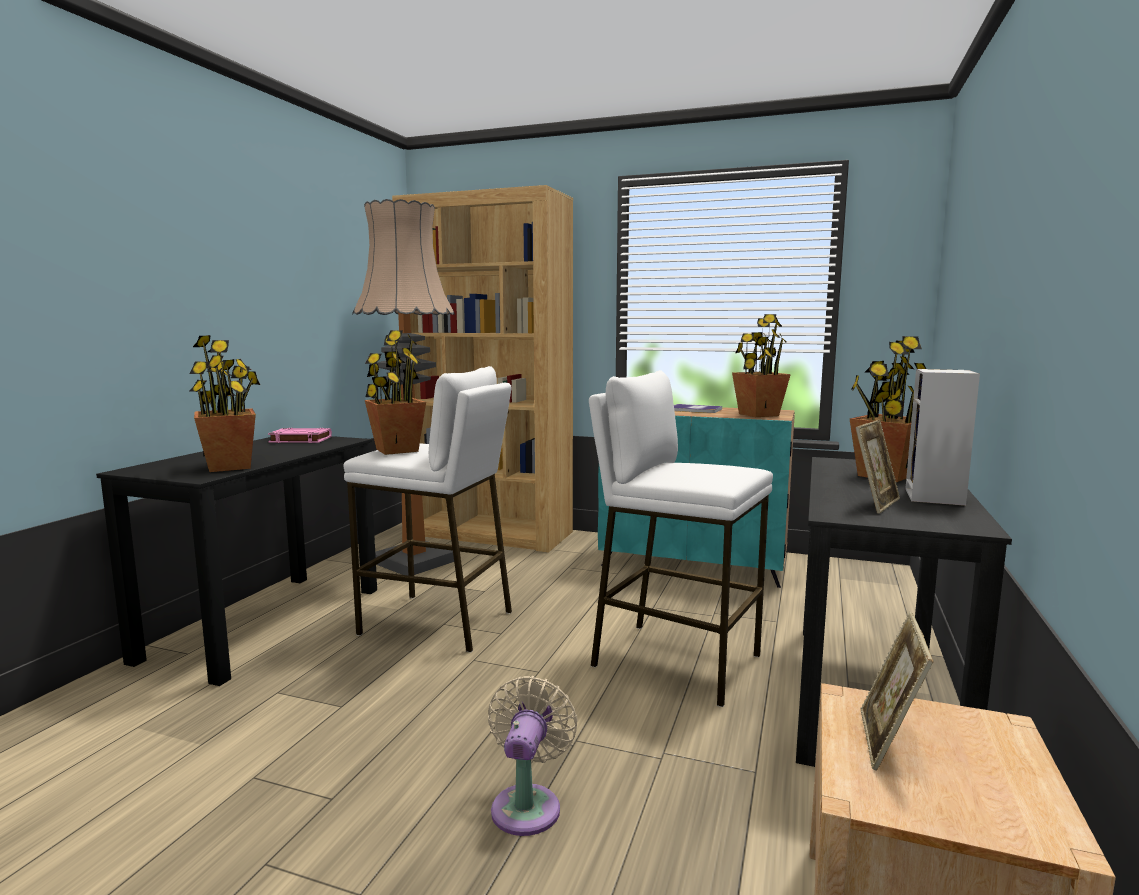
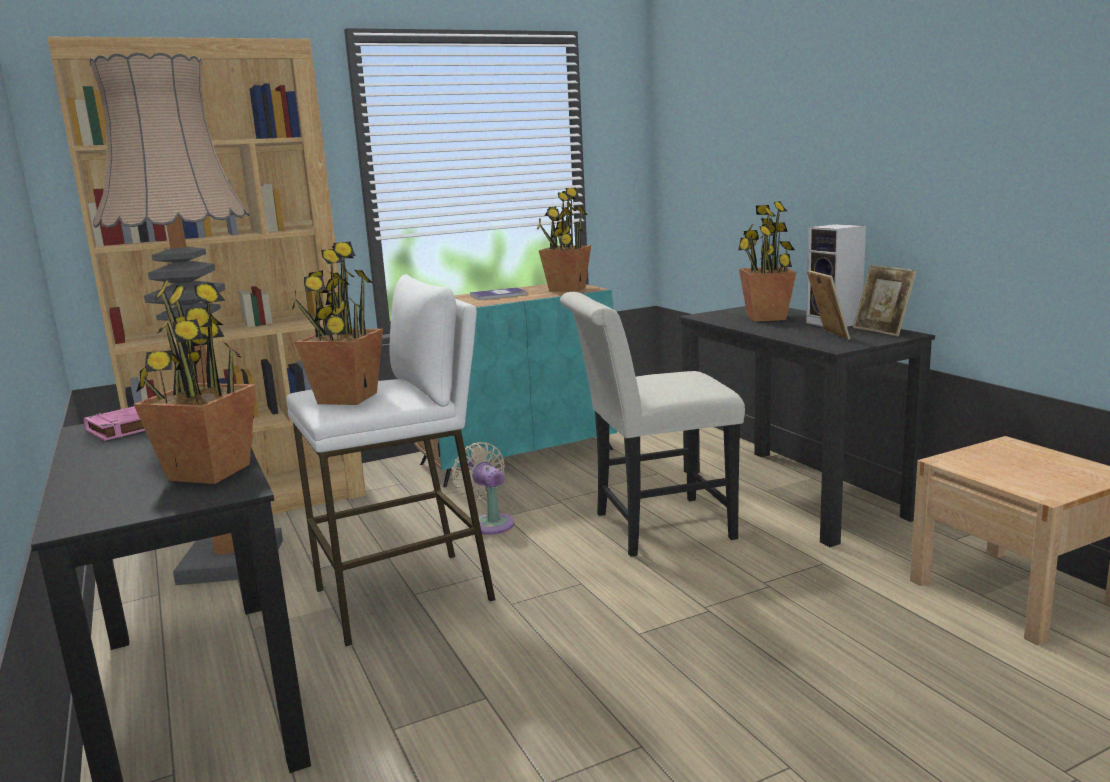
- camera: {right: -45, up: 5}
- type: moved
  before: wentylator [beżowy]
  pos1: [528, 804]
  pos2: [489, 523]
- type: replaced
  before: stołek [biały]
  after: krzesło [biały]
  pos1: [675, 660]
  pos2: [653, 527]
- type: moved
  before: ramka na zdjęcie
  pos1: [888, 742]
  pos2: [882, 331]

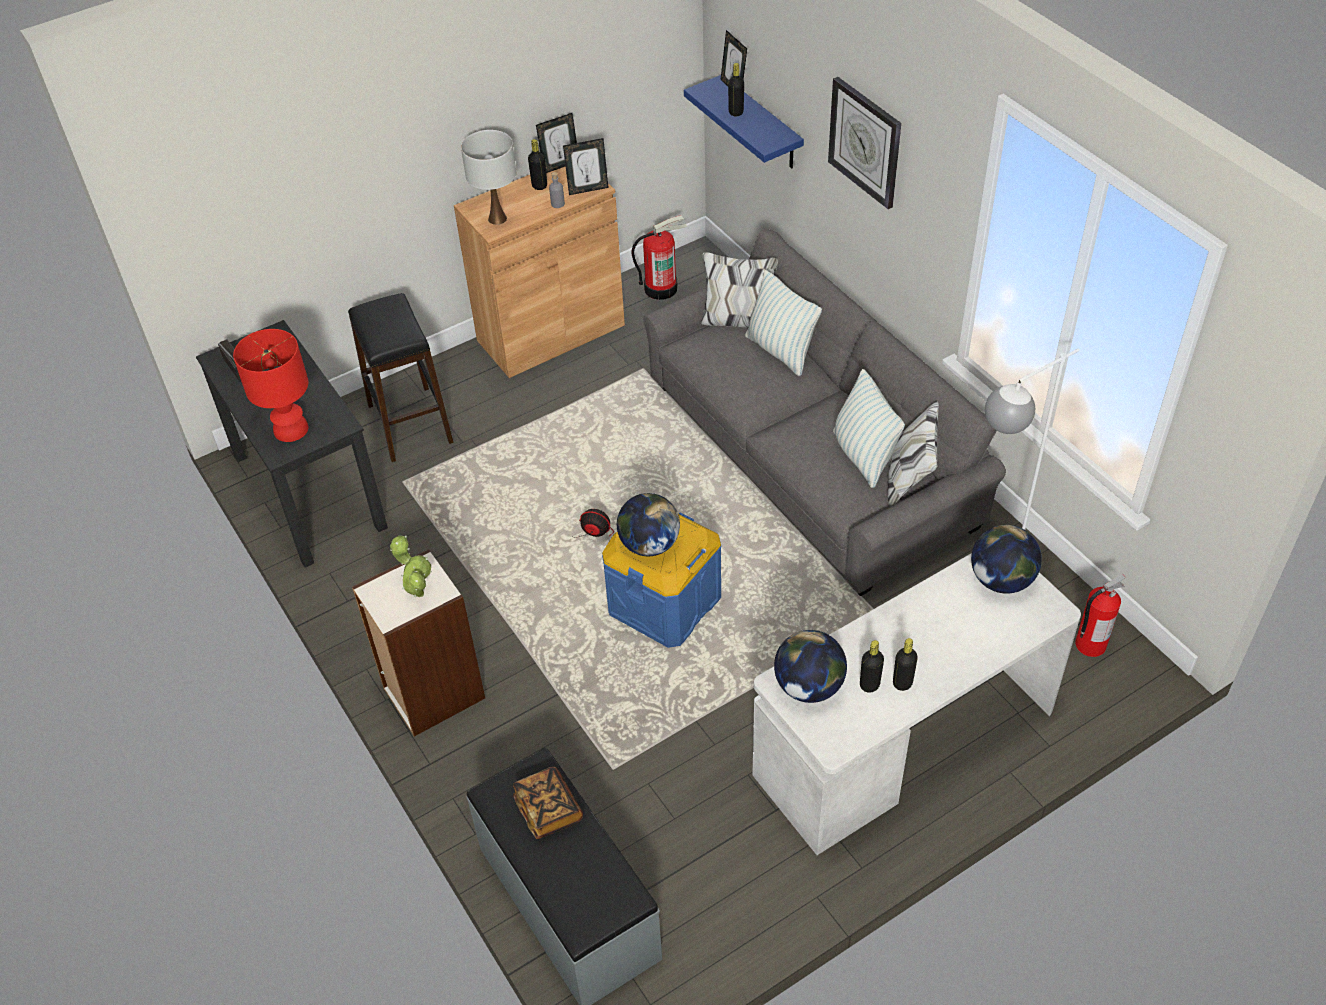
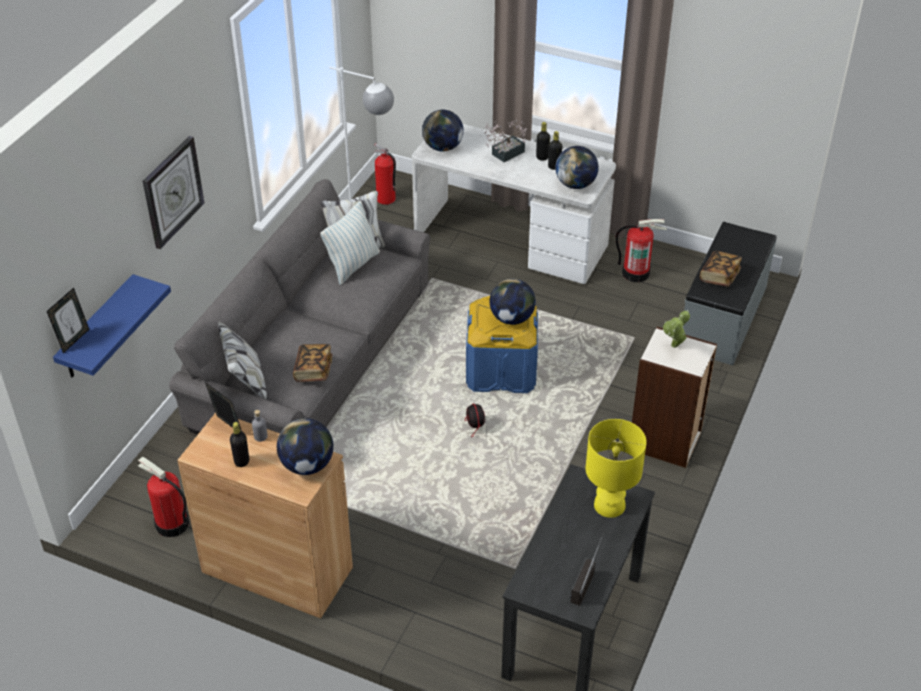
- camera: {right: -125, up: -5}
- type: recoloured
  before: lampa stołowa [czerwony]
  after: lampa stołowa [żółty]
  pos1: [290, 429]
  pos2: [609, 506]
- type: removed
  before: stołek [czarny]
  pos1: [410, 424]
- type: replaced
  before: lampa stołowa [biały]
  after: globus
  pos1: [497, 219]
  pos2: [307, 465]
- type: removed
  before: ramka na zdjęcie
  pos1: [560, 166]
- type: removed
  before: butelka [czarny]
  pos1: [736, 112]
- type: removed
  before: poduszka
  pos1: [780, 351]
- type: added
  after: książka
  pos2: [313, 370]
- type: added
  after: roślina doniczkowa
  pos2: [505, 154]
- type: added
  after: gaśnica
  pos2: [636, 273]

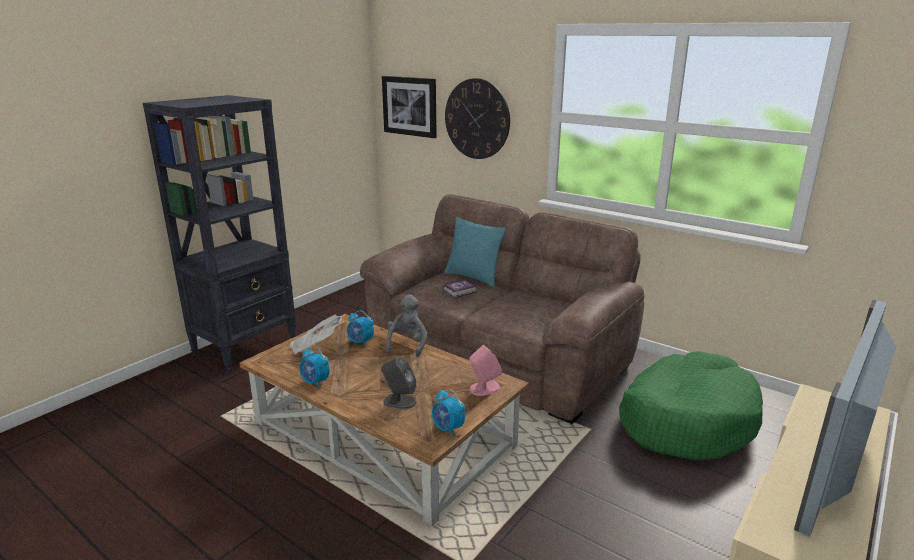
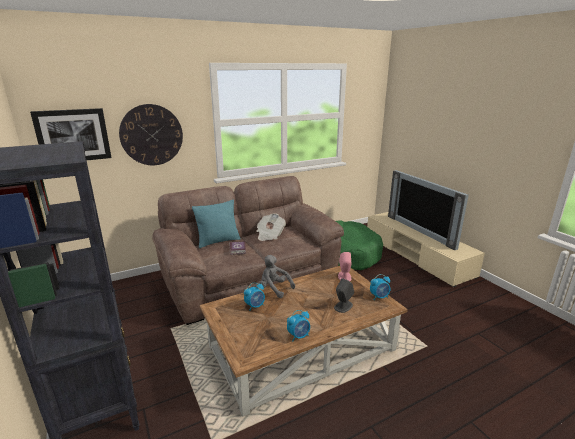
- camera: {right: -65, up: 0}
- type: moved
  before: gazeta
  pos1: [315, 347]
  pos2: [269, 235]

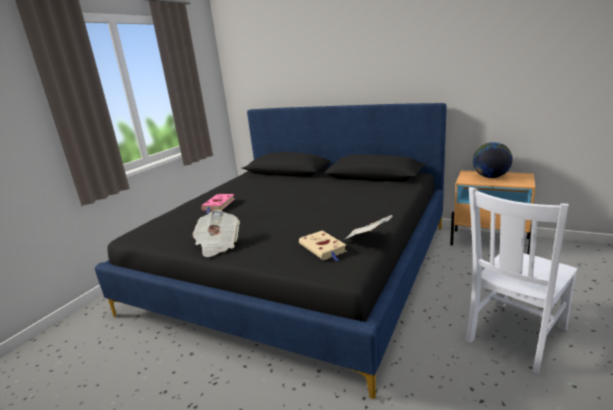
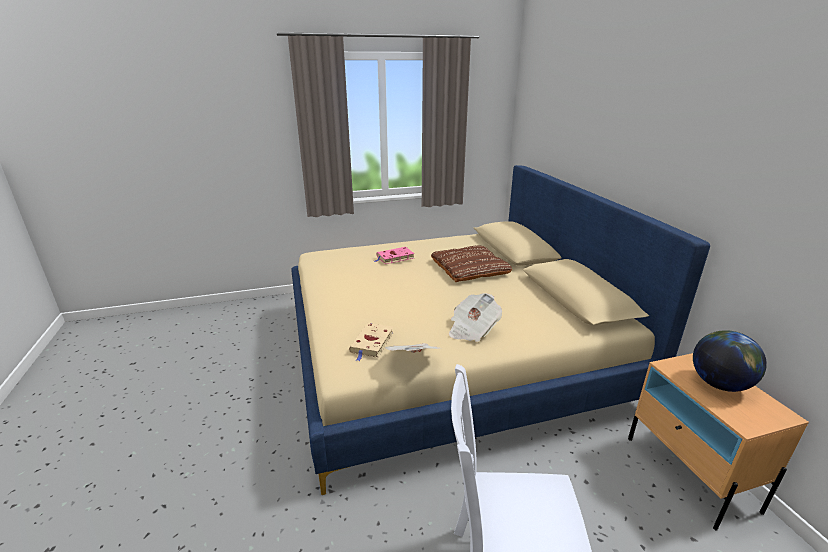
- camera: {right: 45, up: 5}
- type: recoloured
  before: łóżko [czarny]
  after: łóżko [beżowy]
  pos1: [298, 266]
  pos2: [447, 352]
- type: moved
  before: gazeta
  pos1: [218, 245]
  pos2: [472, 329]
- type: added
  after: poduszka [brązowy]
  pos2: [469, 268]

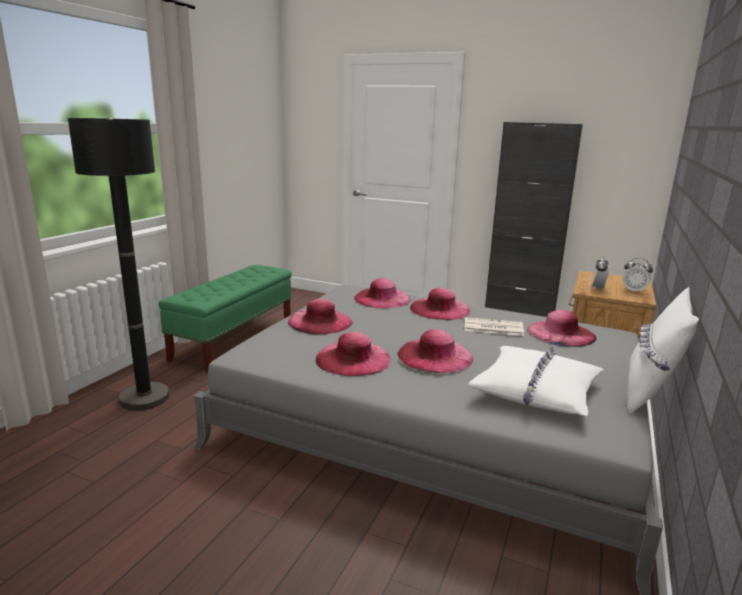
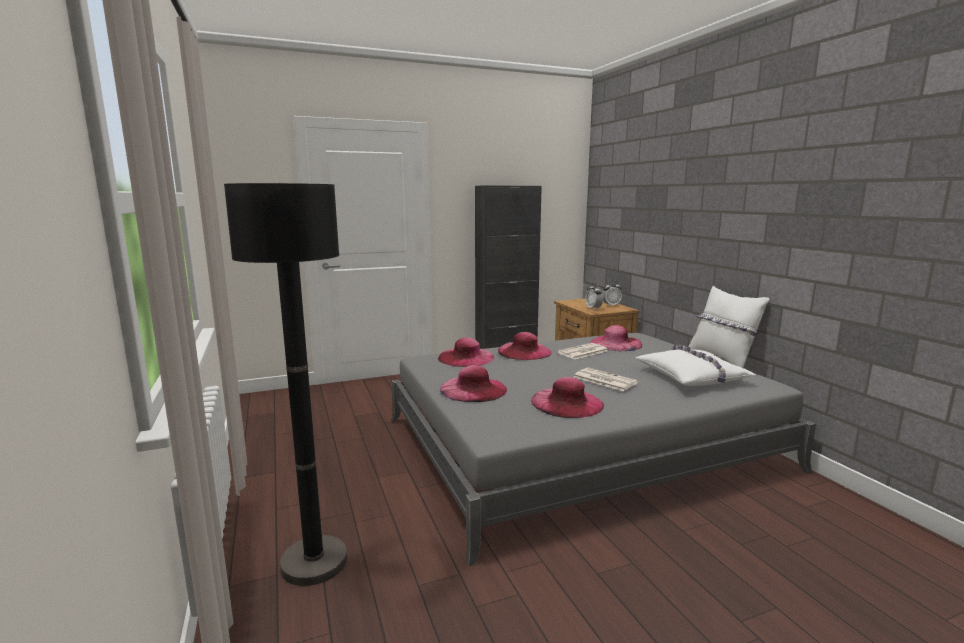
- camera: {right: -45, up: -5}
- type: removed
  before: ławka [zielony]
  pos1: [234, 340]
- type: replaced
  before: kapelusz [różowy]
  after: gazeta
  pos1: [435, 355]
  pos2: [604, 380]

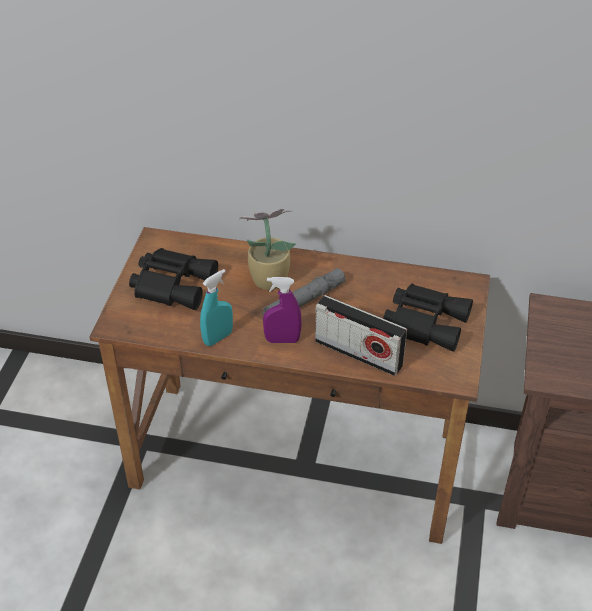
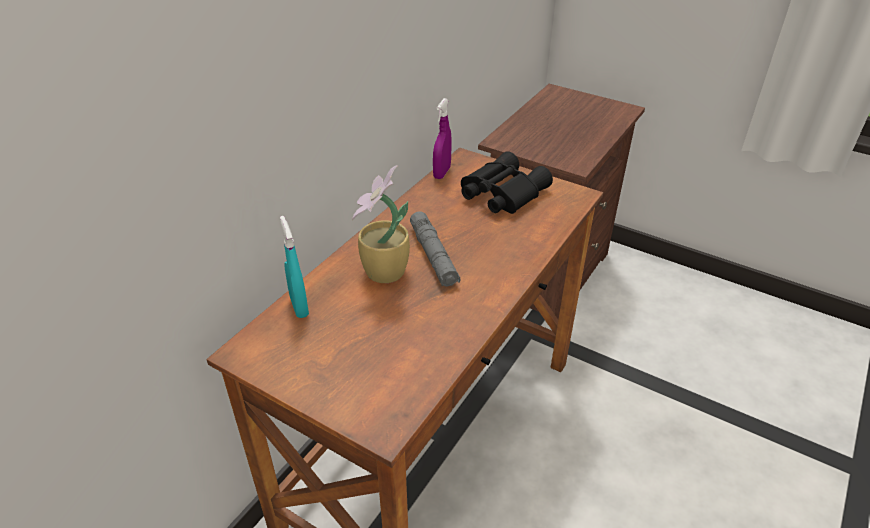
- camera: {right: -70, up: -5}
- type: removed
  before: lornetka [czarny]
  pos1: [173, 283]
- type: moved
  before: spryskiwacz [turkusowy]
  pos1: [218, 338]
  pos2: [299, 306]
- type: moved
  before: spryskiwacz [fioletowy]
  pos1: [282, 340]
  pos2: [442, 173]
- type: removed
  before: radio
  pos1: [358, 353]

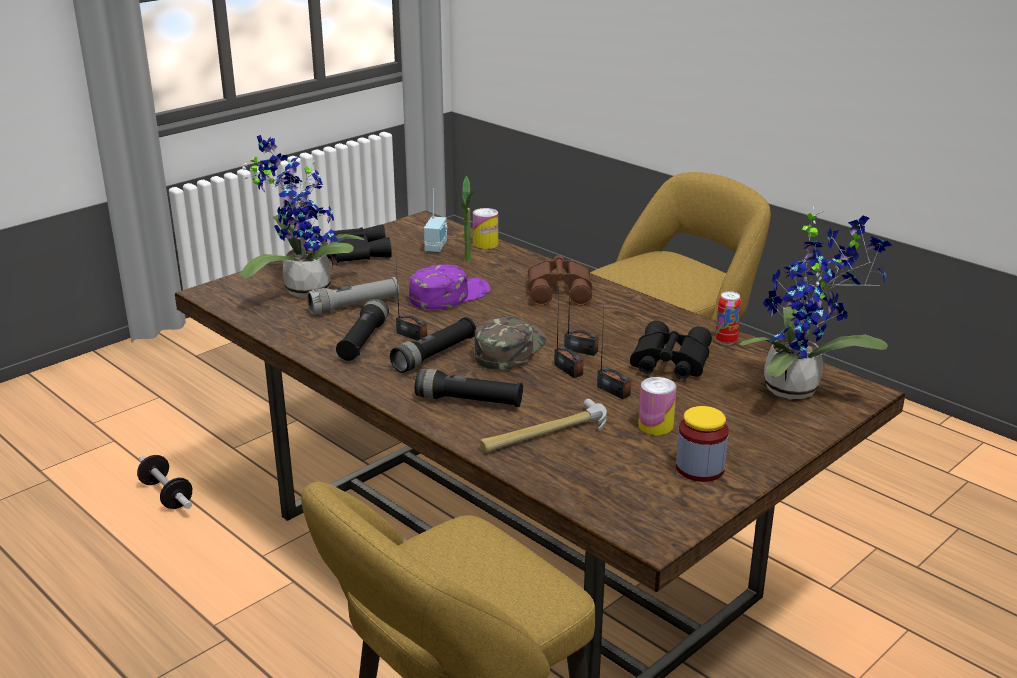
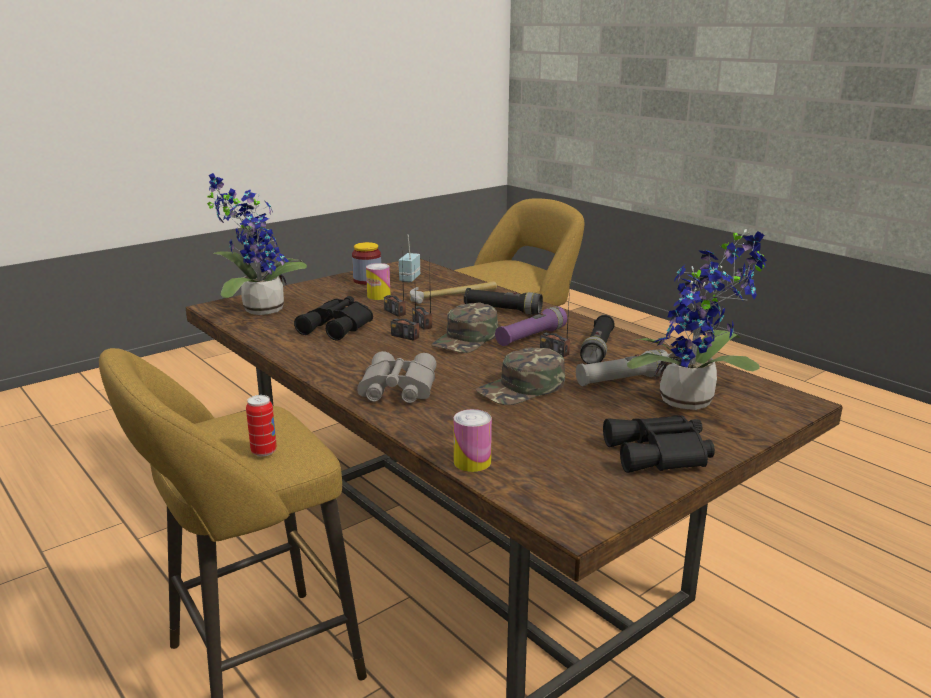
- camera: {right: -175, up: -5}
- type: removed
  before: hantel
  pos1: [166, 495]
- type: recoloured
  before: latarka [czarny]
  after: latarka [fioletowy]
  pos1: [434, 355]
  pos2: [531, 337]
- type: recoloured
  before: czapka z daszkiem [fioletowy]
  after: czapka z daszkiem [zielony]
  pos1: [448, 295]
  pos2: [522, 388]
- type: moved
  before: radio
  pos1: [437, 247]
  pos2: [408, 278]
- type: removed
  before: roślina doniczkowa
  pos1: [469, 263]
- type: recoloured
  before: lornetka [brązowy]
  after: lornetka [szary]
  pos1: [561, 290]
  pos2: [396, 389]
- type: moved
  before: puszka
  pos1: [726, 341]
  pos2: [264, 451]

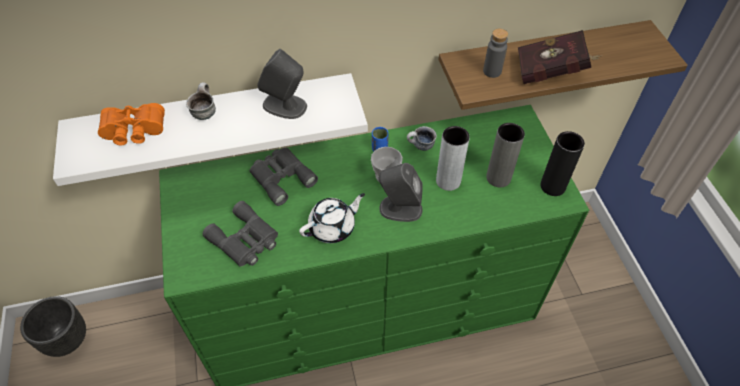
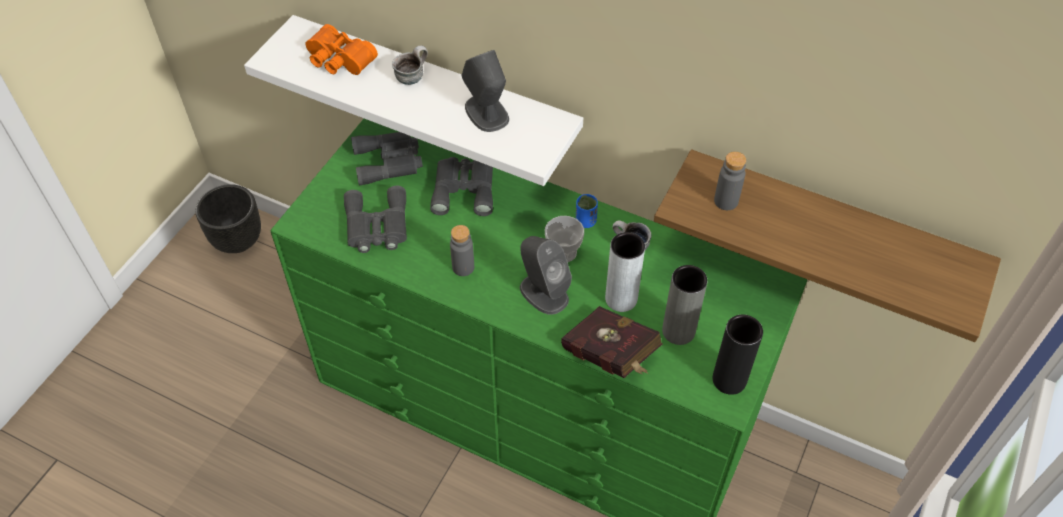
- camera: {right: 40, up: 0}
- type: replaced
  before: imbryk [biały]
  after: butelka [szary]
  pos1: [333, 227]
  pos2: [463, 267]
- type: moved
  before: książka [czerwony]
  pos1: [552, 73]
  pos2: [612, 357]
- type: added
  after: lornetka [szary]
  pos2: [389, 162]

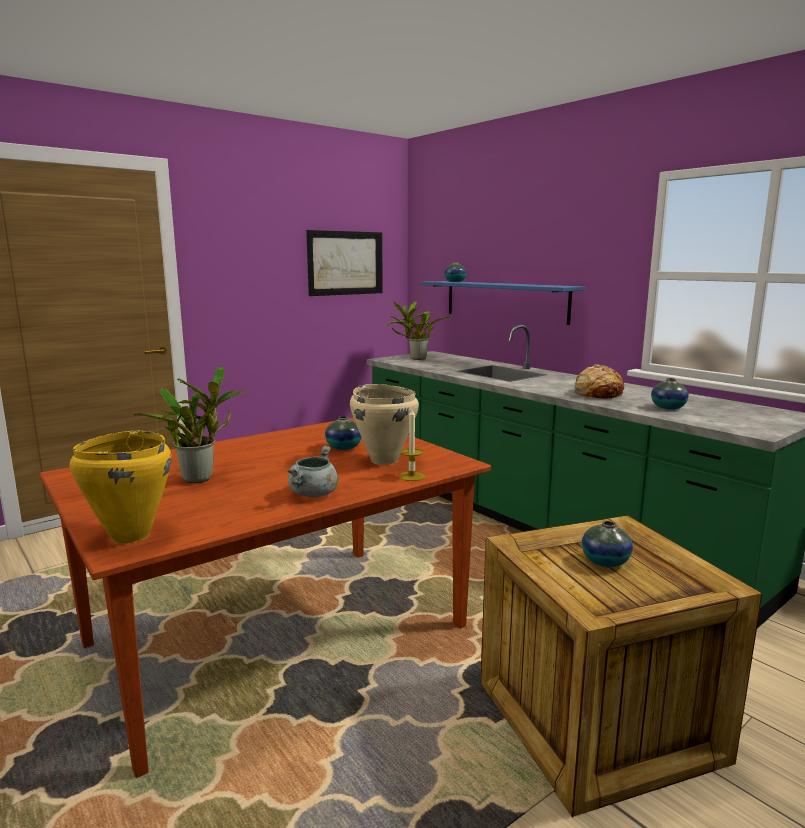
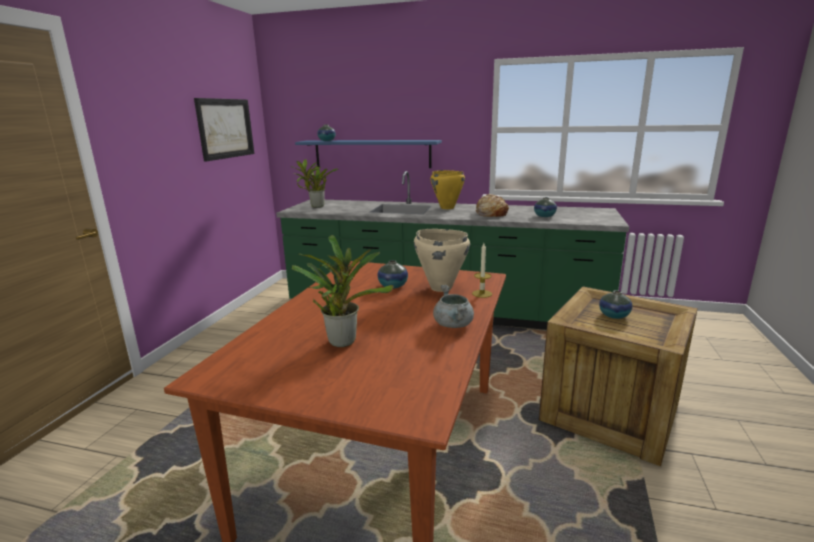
- camera: {right: -35, up: 5}
- type: moved
  before: garnek [żółty]
  pos1: [129, 536]
  pos2: [447, 208]

